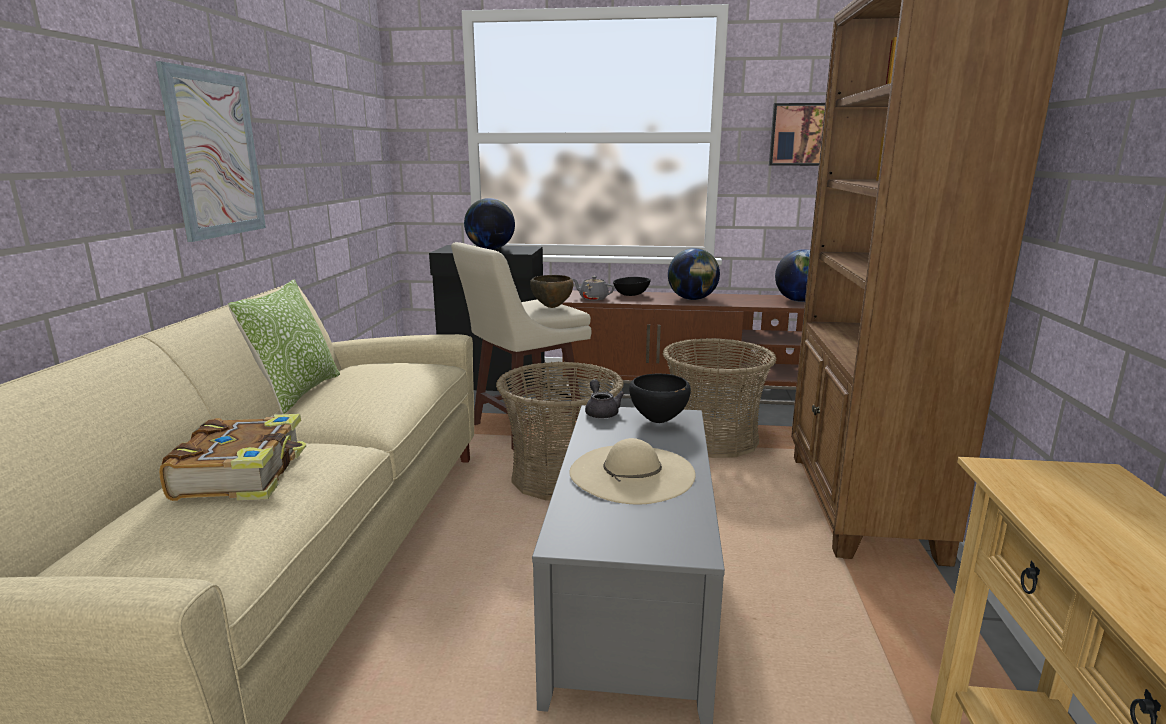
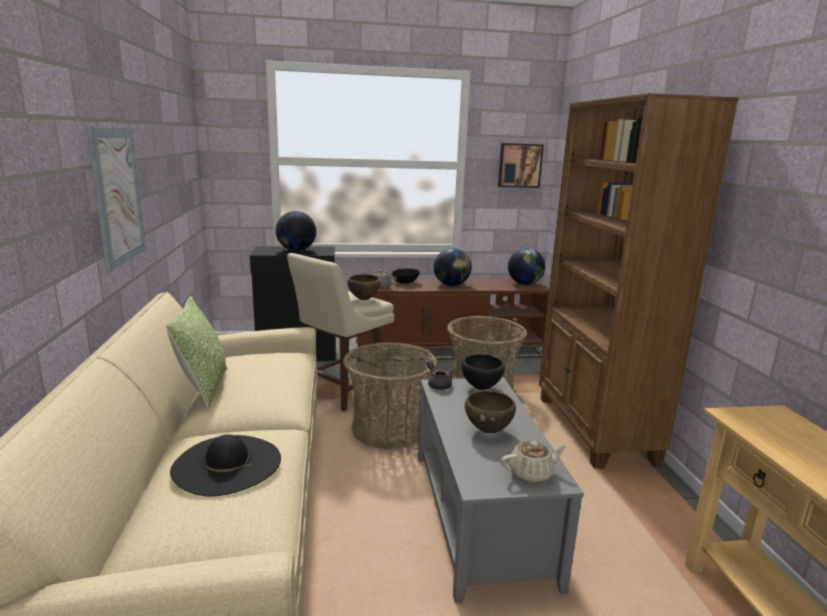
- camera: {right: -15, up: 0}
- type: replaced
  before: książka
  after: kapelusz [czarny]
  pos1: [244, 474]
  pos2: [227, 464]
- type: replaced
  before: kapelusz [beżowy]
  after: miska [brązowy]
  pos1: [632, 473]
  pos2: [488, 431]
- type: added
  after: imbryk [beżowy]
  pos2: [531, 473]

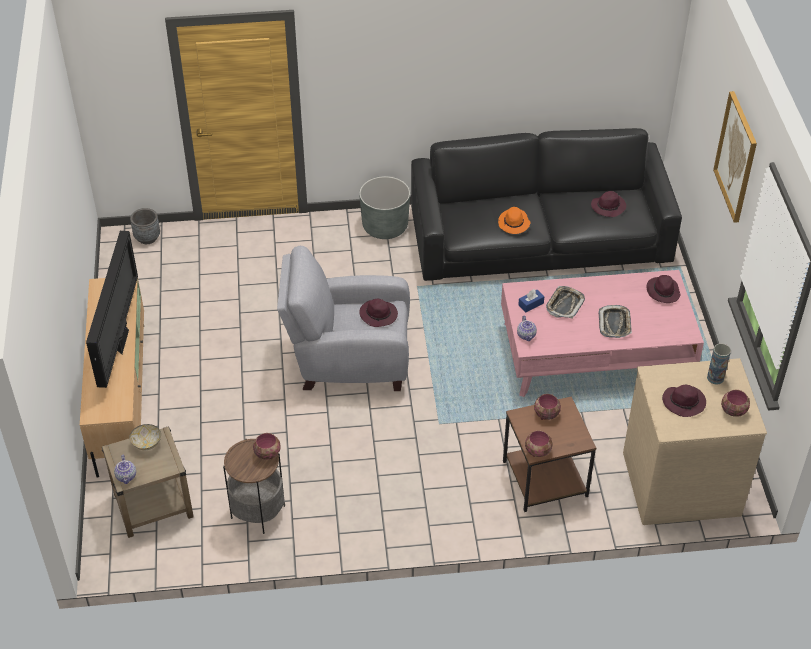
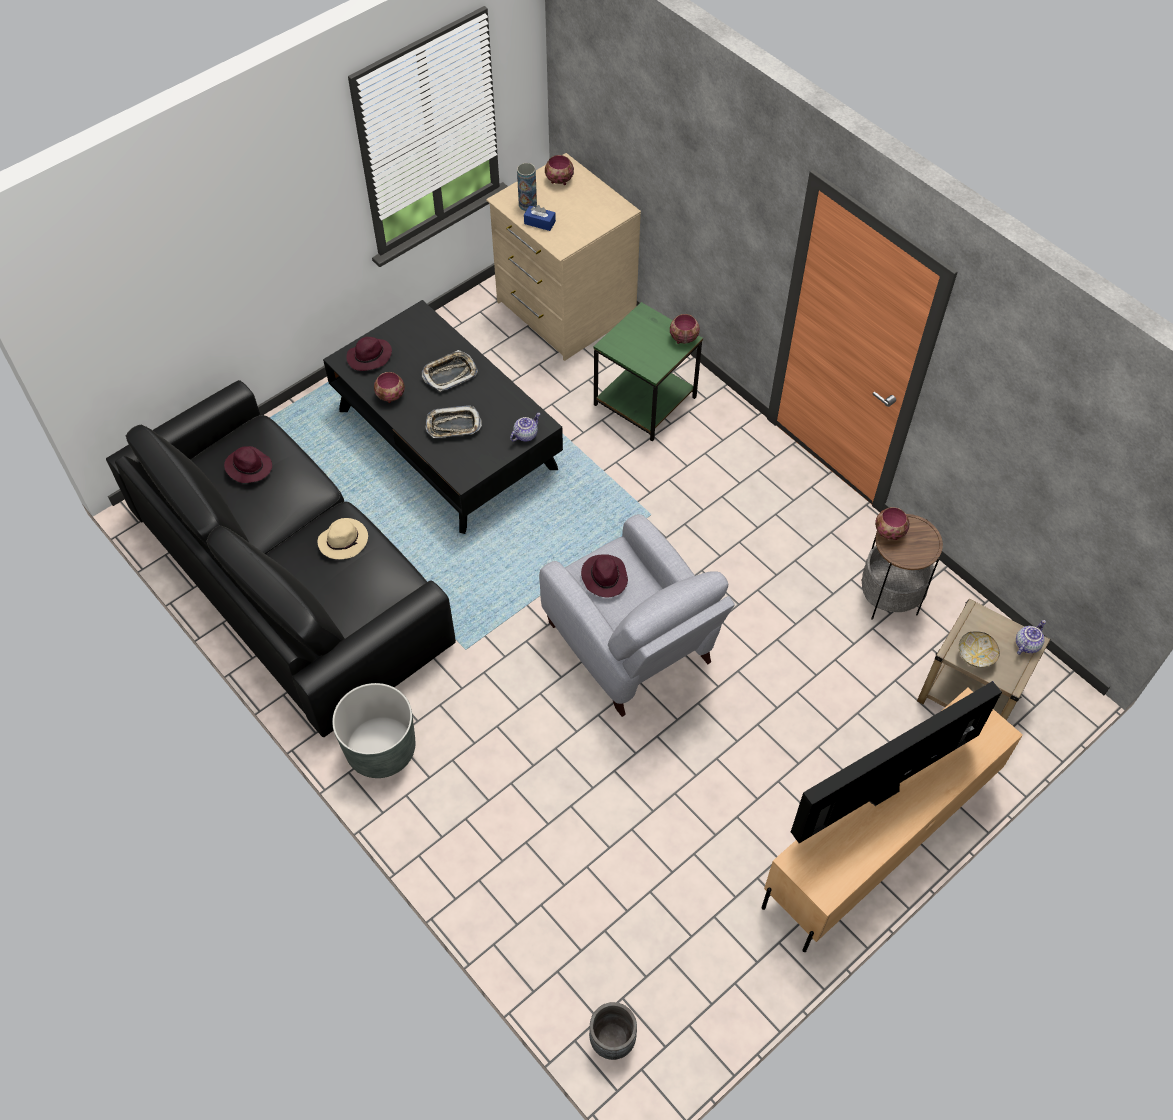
- camera: {right: -125, up: 10}
- type: recoloured
  before: kapelusz [pomarańczowy]
  after: kapelusz [beżowy]
  pos1: [514, 223]
  pos2: [344, 540]
- type: recoloured
  before: ława [różowy]
  after: ława [czarny]
  pos1: [596, 352]
  pos2: [446, 438]
- type: recoloured
  before: stolik [brązowy]
  after: stolik [zielony]
  pos1: [544, 479]
  pos2: [646, 400]
- type: moved
  before: pudełko chusteczek [niebieski]
  pos1: [531, 304]
  pos2: [539, 222]
- type: moved
  before: miska
  pos1: [545, 414]
  pos2: [390, 396]
- type: removed
  before: kapelusz [fioletowy]
  pos1: [684, 402]
- type: removed
  before: obraz
  pos1: [736, 157]

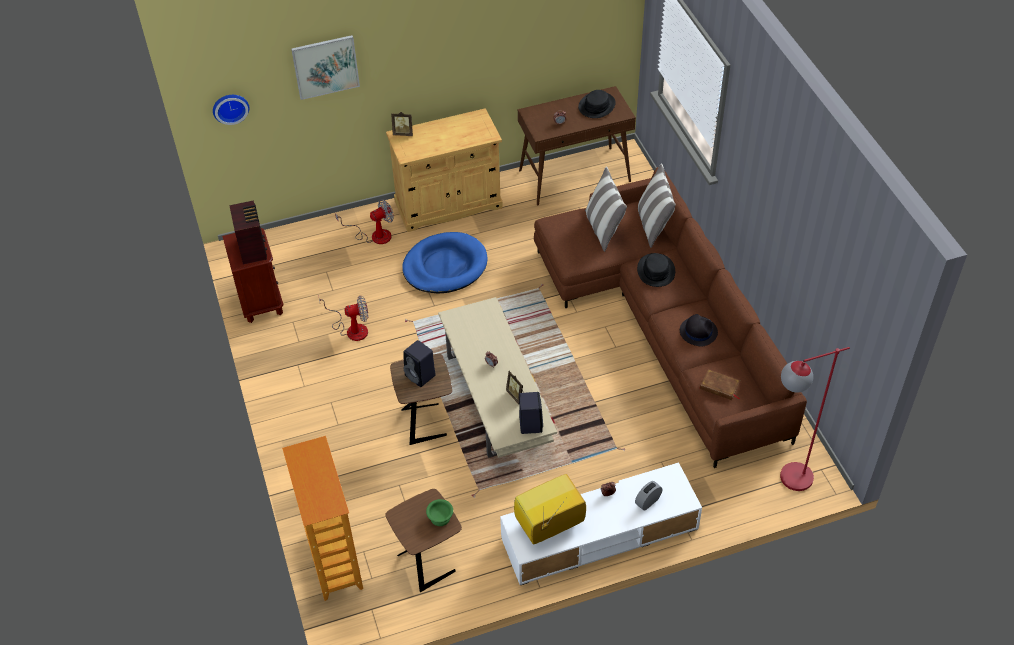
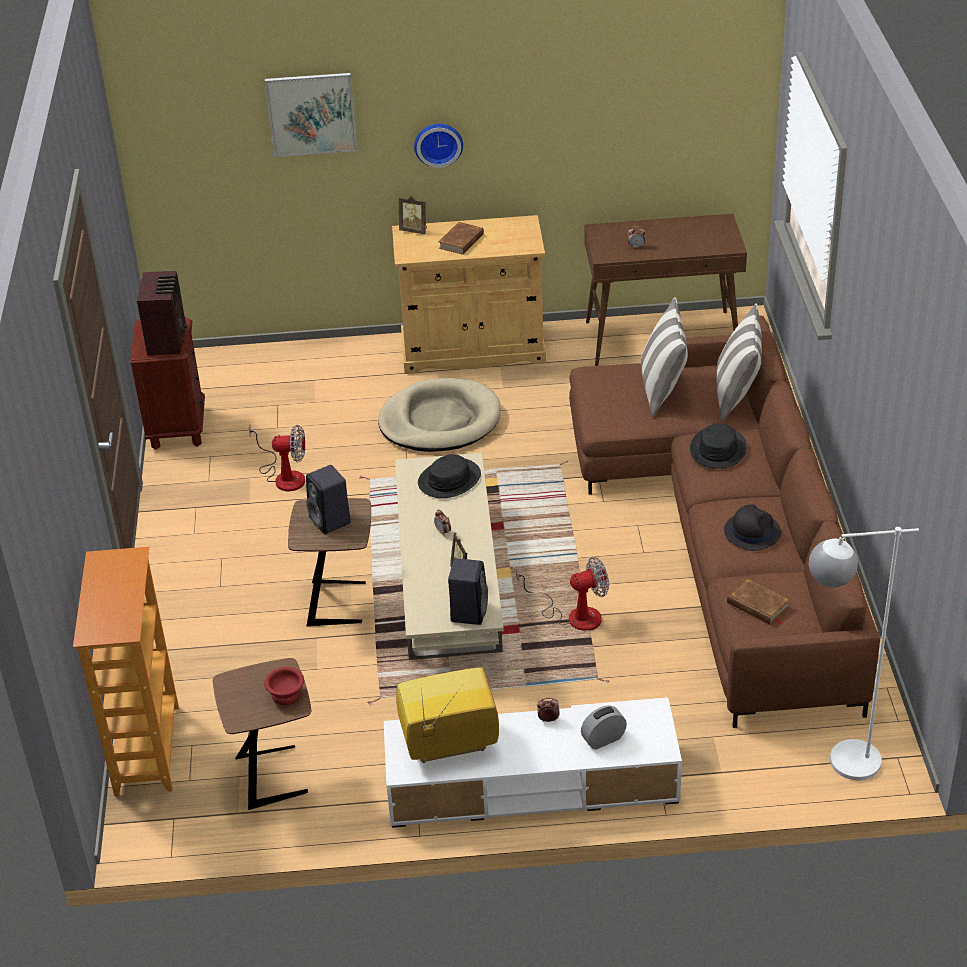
- camera: {right: 15, up: -10}
- type: moved
  before: zegar ścienny
  pos1: [230, 107]
  pos2: [438, 143]
- type: moved
  before: wentylator
  pos1: [374, 235]
  pos2: [573, 615]
- type: recoloured
  before: legowisko [niebieski]
  after: legowisko [beżowy]
  pos1: [445, 266]
  pos2: [440, 421]
- type: recoloured
  before: miska [zielony]
  after: miska [czerwony]
  pos1: [441, 517]
  pos2: [287, 694]
- type: moved
  before: kapelusz [czarny]
  pos1: [597, 106]
  pos2: [449, 479]
- type: recoloured
  before: lampa stojąca [czerwony]
  after: lampa stojąca [biały]
  pos1: [785, 481]
  pos2: [837, 763]
- type: added
  after: książka [brązowy]
  pos2: [461, 241]

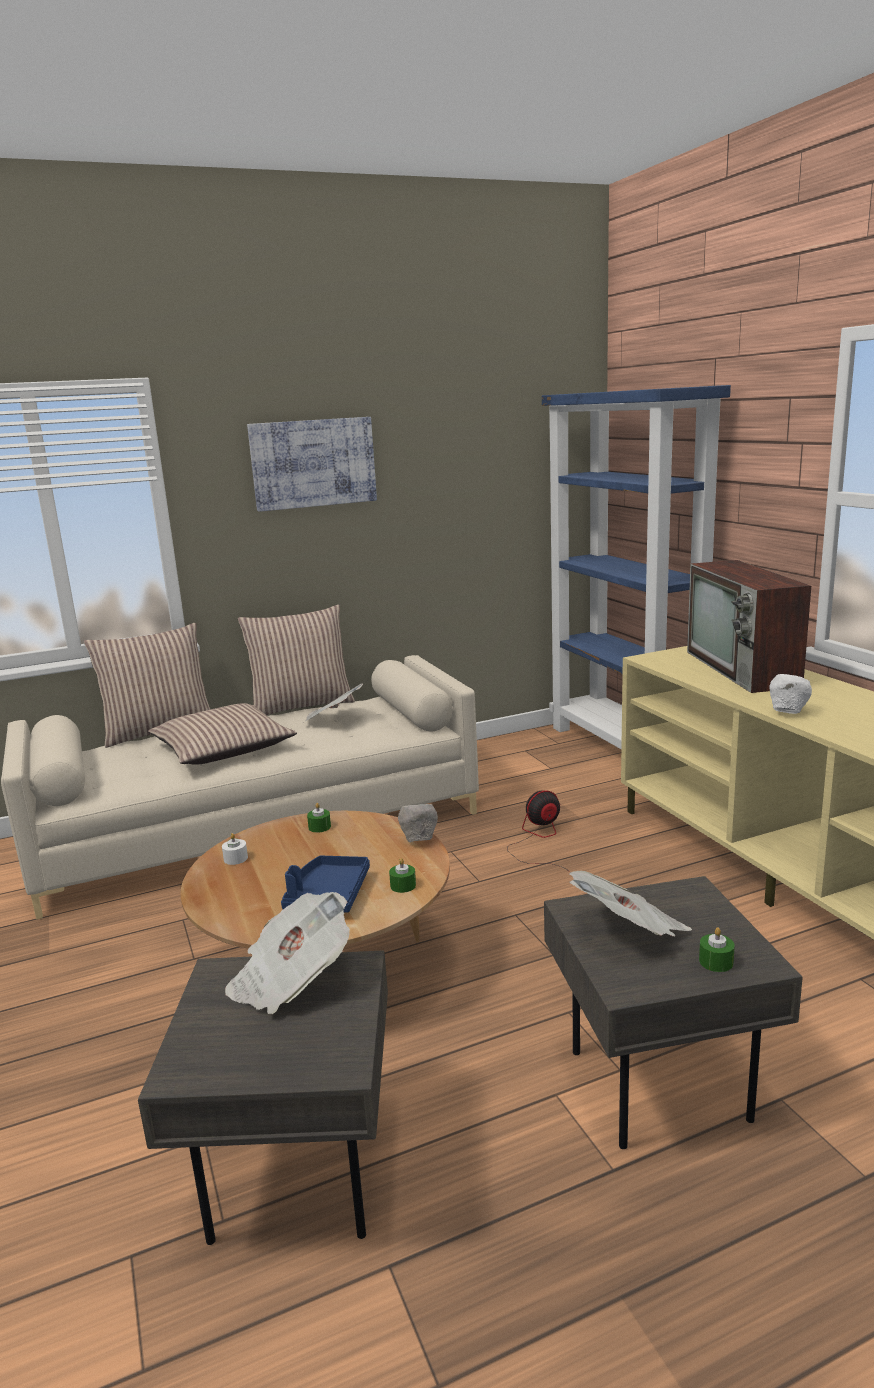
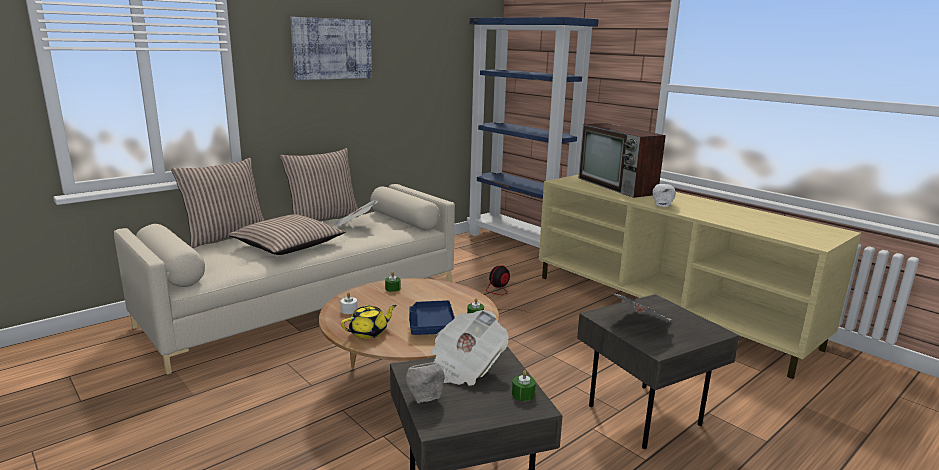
- camera: {right: -20, up: 0}
- type: moved
  before: miska [szary]
  pos1: [419, 840]
  pos2: [425, 399]
- type: moved
  before: świeca [zielony]
  pos1: [716, 961]
  pos2: [523, 394]
- type: added
  after: imbryk [żółty]
  pos2: [369, 332]

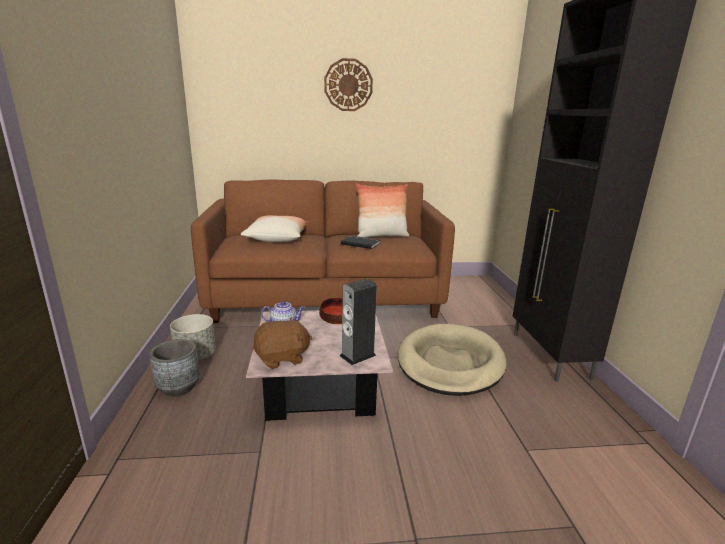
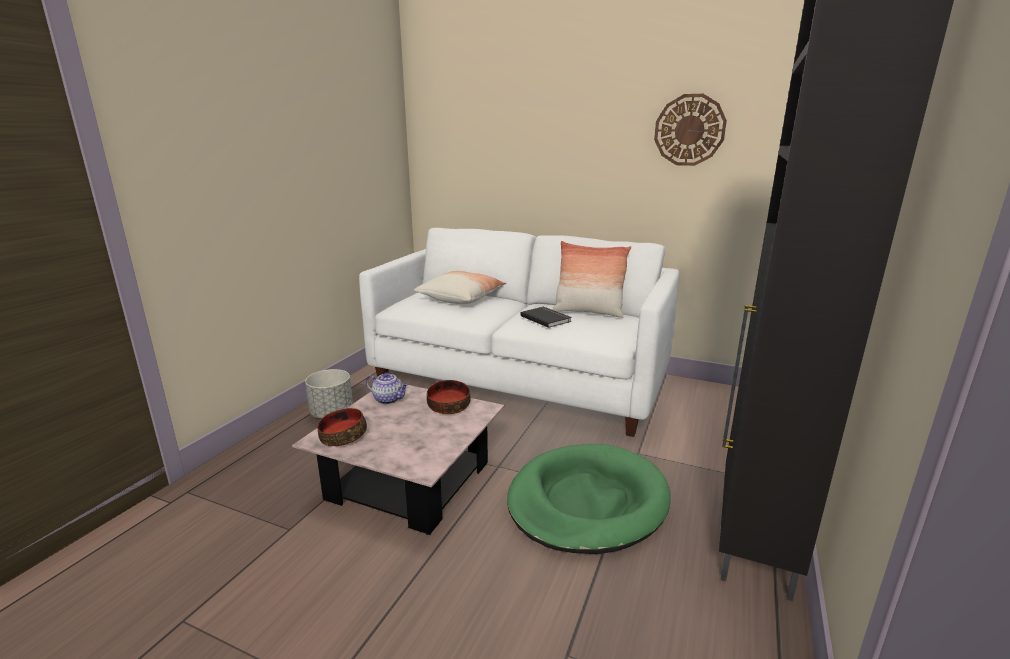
- camera: {right: 30, up: 0}
- type: removed
  before: donica [szary]
  pos1: [178, 387]
- type: recoloured
  before: kanapa [brązowy]
  after: kanapa [biały]
  pos1: [326, 297]
  pos2: [520, 379]
- type: replaced
  before: pluszak [brązowy]
  after: miska
  pos1: [282, 358]
  pos2: [343, 436]
- type: moved
  before: zegar ścienny
  pos1: [348, 85]
  pos2: [689, 130]
- type: removed
  before: głośnik
  pos1: [357, 355]
- type: recoloured
  before: legowisko [beżowy]
  after: legowisko [zielony]
  pos1: [450, 363]
  pos2: [587, 502]

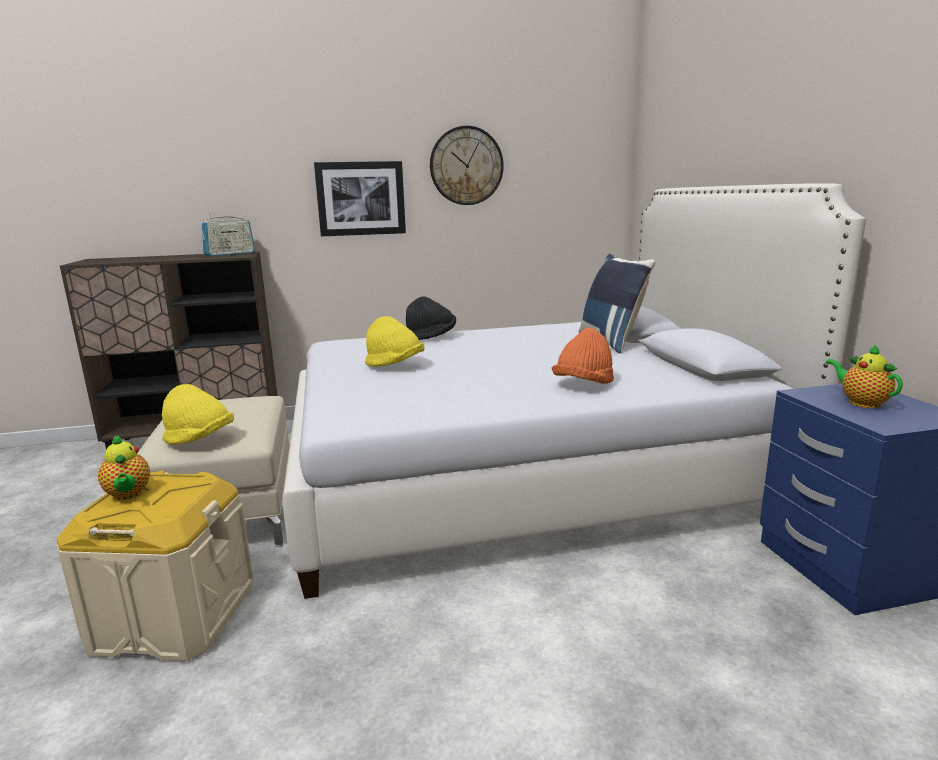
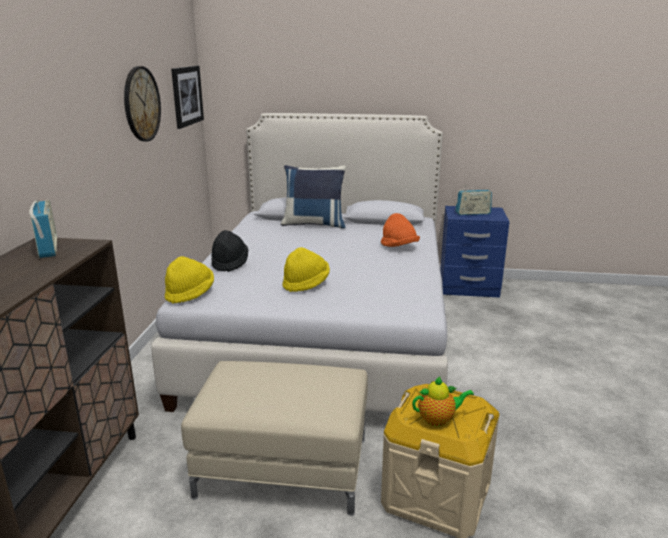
- camera: {right: -70, up: 5}
- type: moved
  before: kapelusz [żółty]
  pos1: [200, 440]
  pos2: [190, 294]
- type: moved
  before: obraz
  pos1: [361, 198]
  pos2: [186, 96]
- type: replaced
  before: imbryk
  after: radio
  pos1: [861, 403]
  pos2: [473, 213]

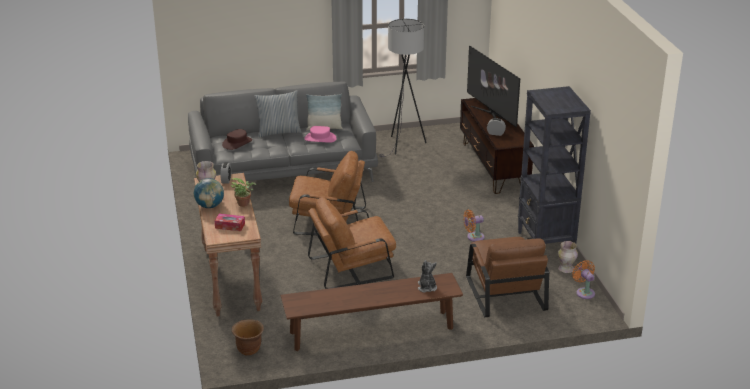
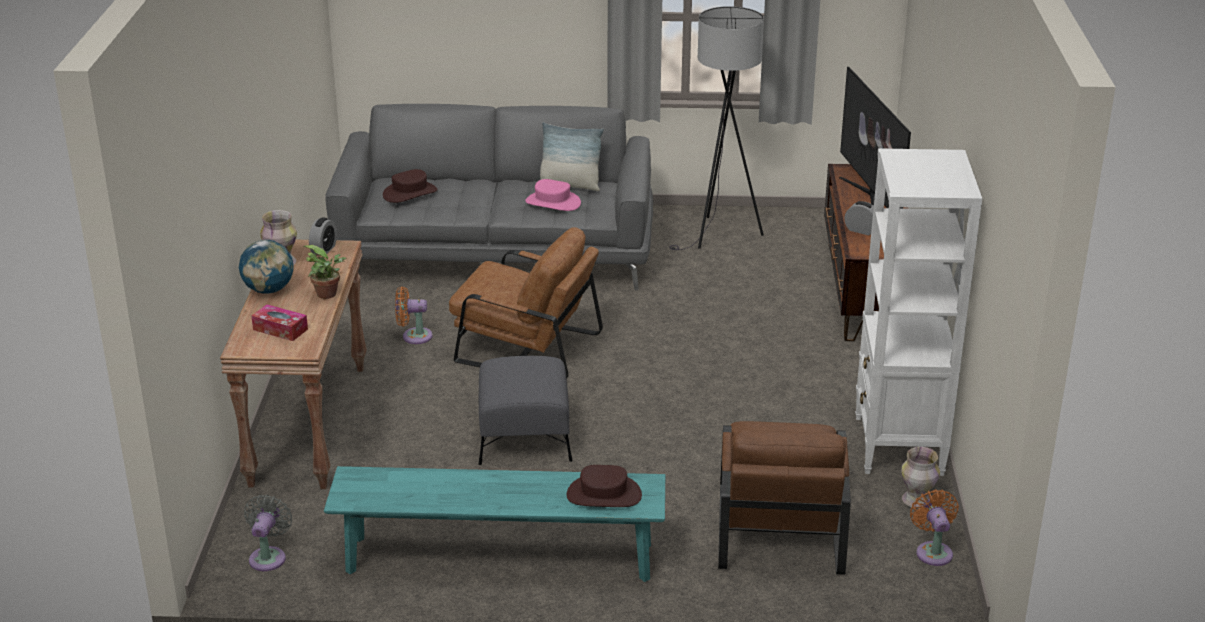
- camera: {right: 15, up: 0}
- type: replaced
  before: donica [brązowy]
  after: wentylator [szary]
  pos1: [249, 349]
  pos2: [269, 556]
- type: removed
  before: poduszka
  pos1: [278, 132]
- type: recoloured
  before: ławka [brązowy]
  after: ławka [turkusowy]
  pos1: [371, 330]
  pos2: [499, 559]
- type: replaced
  before: fotel [brązowy]
  after: pufa [szary]
  pos1: [352, 267]
  pos2: [525, 436]
- type: replaced
  before: pluszak
  after: kapelusz [brązowy]
  pos1: [427, 287]
  pos2: [604, 495]
- type: moved
  before: wentylator [pomarańczowy]
  pos1: [473, 237]
  pos2: [414, 336]
- type: recoloured
  before: regał [czarny]
  after: regał [biały]
  pos1: [545, 244]
  pos2: [898, 446]

